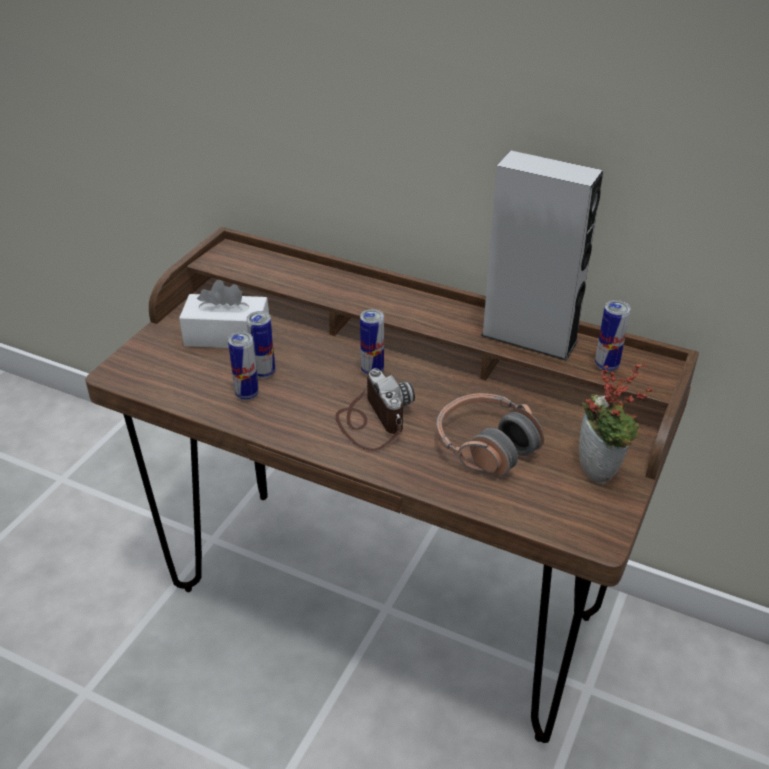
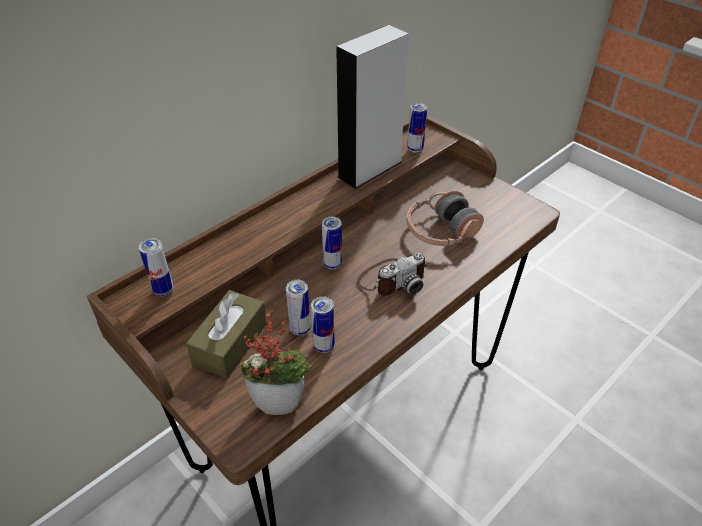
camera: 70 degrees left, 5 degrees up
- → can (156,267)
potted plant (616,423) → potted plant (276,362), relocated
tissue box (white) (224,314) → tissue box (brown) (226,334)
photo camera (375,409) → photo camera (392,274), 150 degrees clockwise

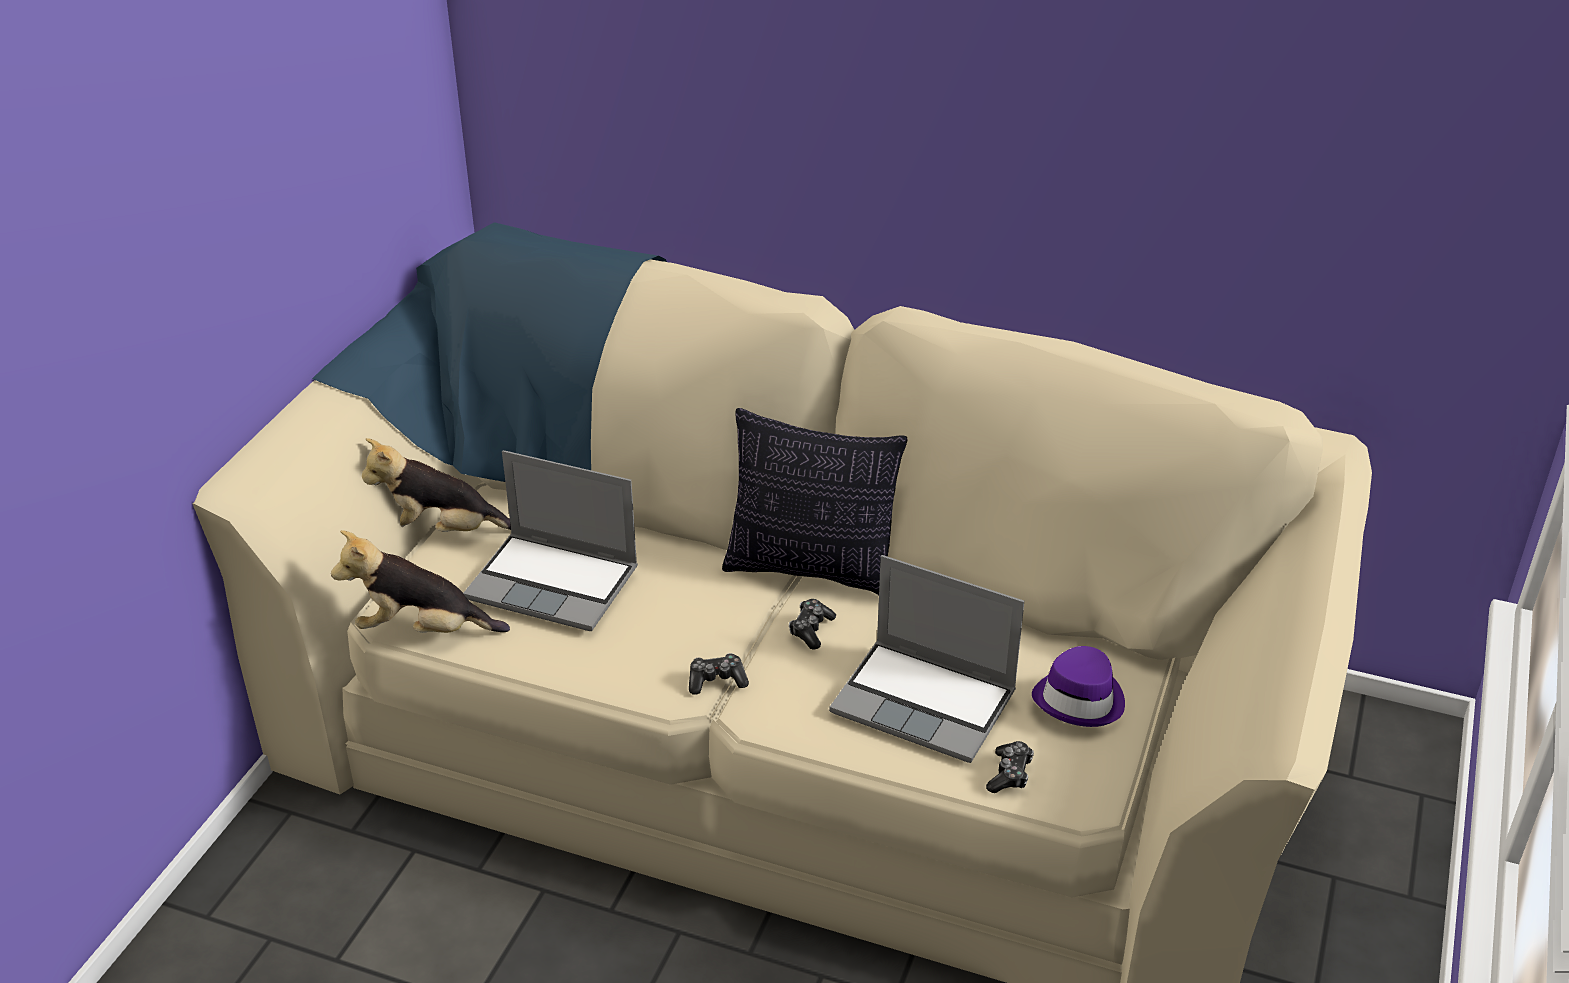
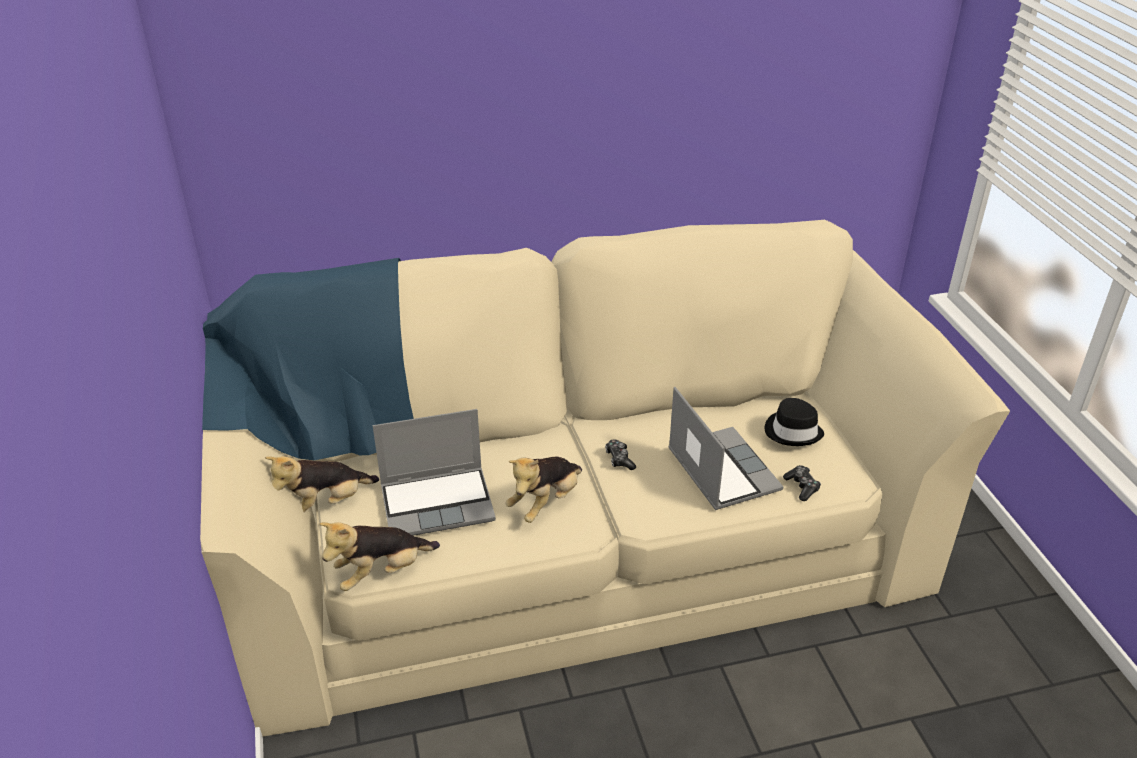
camera: 35 degrees left, 0 degrees up
game controller (719,673) → -
pillow (814,501) → -
- → plush toy (544,490)
hat (purple) (1078,686) → hat (black) (794,422)
laptop (926,659) → laptop (725,448), 105 degrees counterclockwise

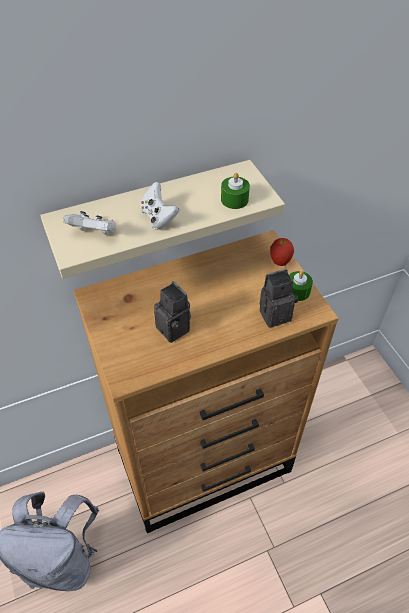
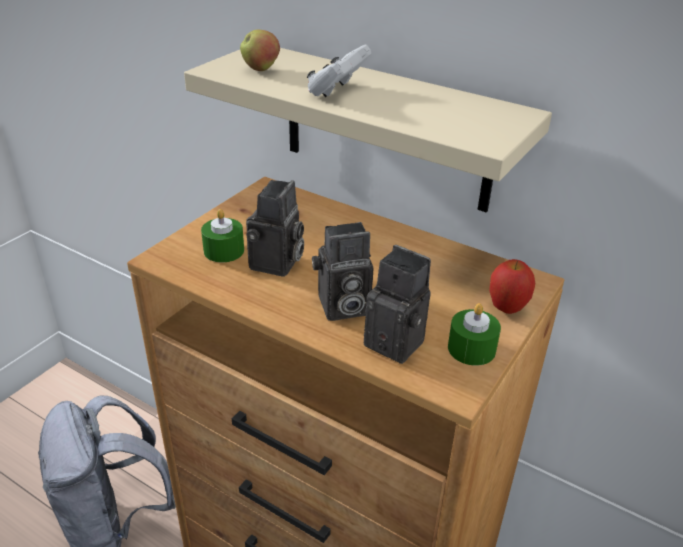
camera: 55 degrees right, 15 degrees down
- → photo camera (342,271)
candle (green) (235,190) → candle (green) (222,236), relocated
game controller (white) (90,223) → apple (260,50)

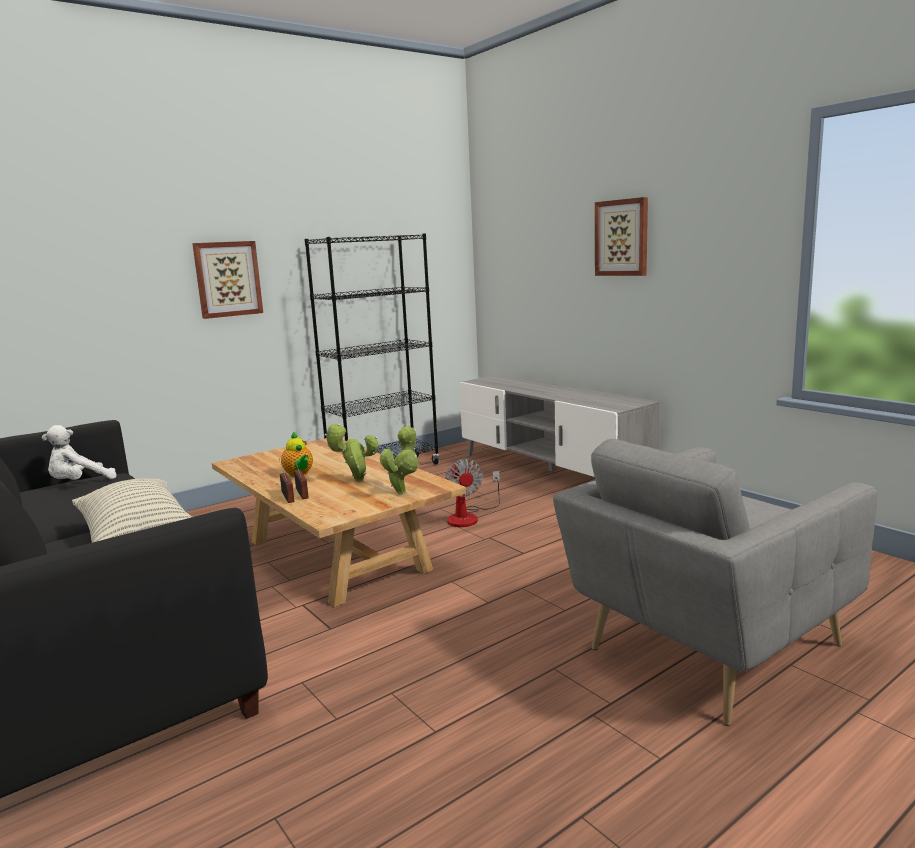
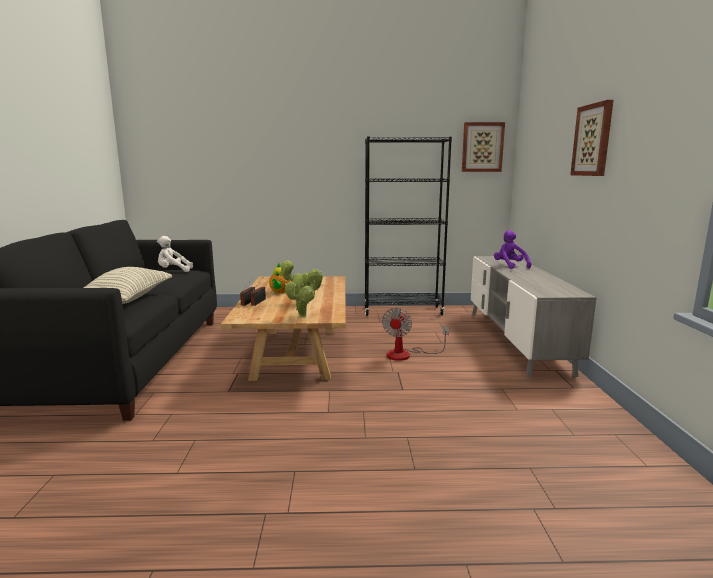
camera: 35 degrees right, 0 degrees up
armchair (grey) (715,582) → -
- → plush toy (purple) (512,249)
picture (227,280) → picture (483,147), relocated

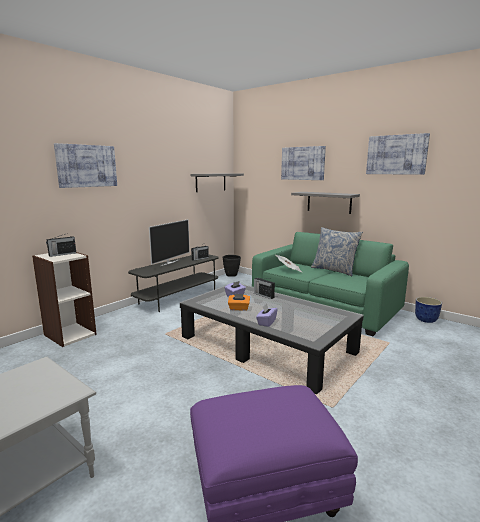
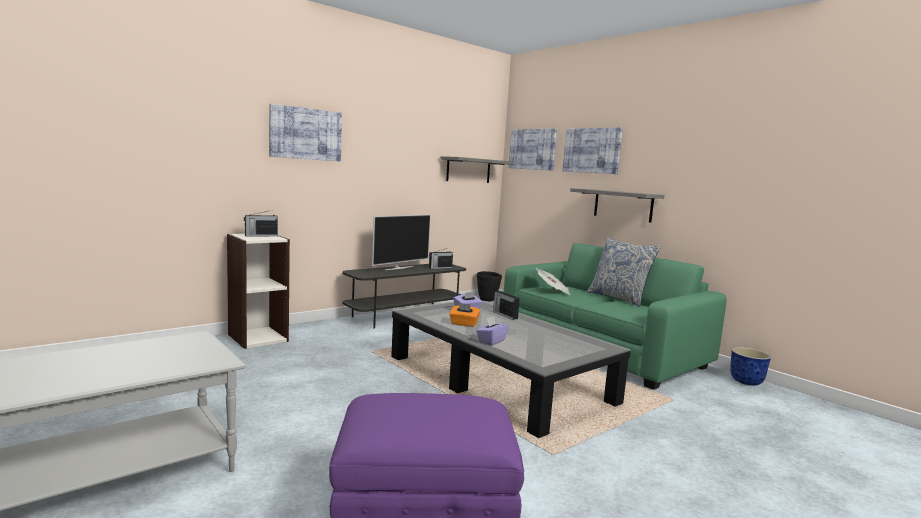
camera: 10 degrees right, 5 degrees down
picture (398,154) → picture (532,149), relocated

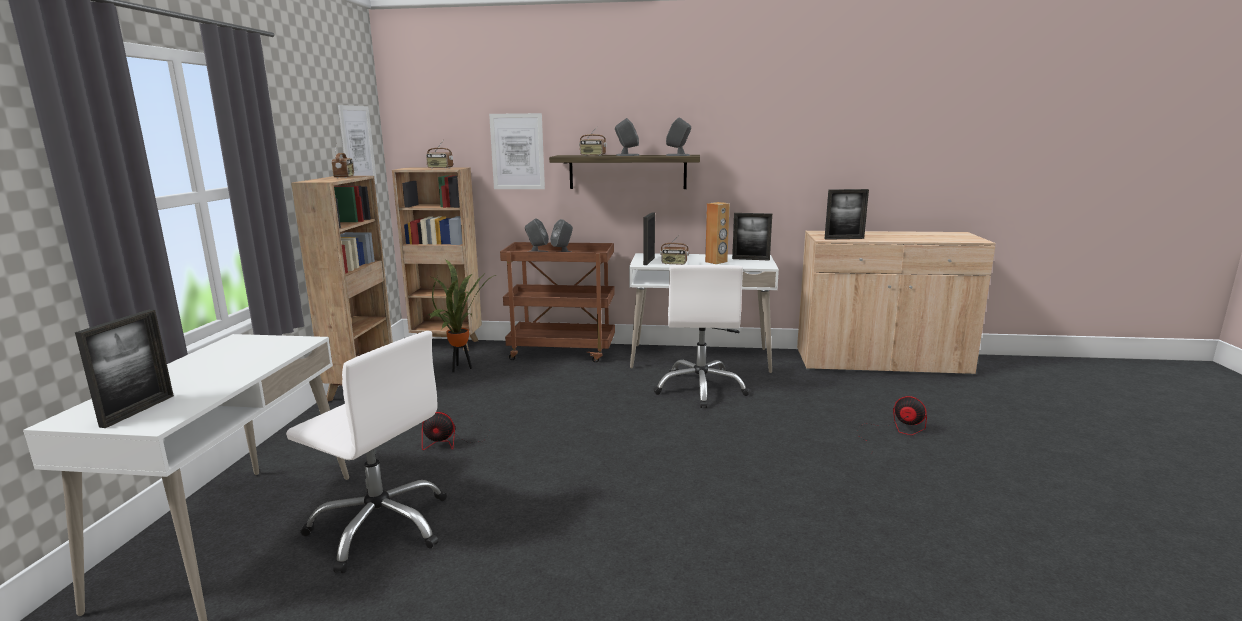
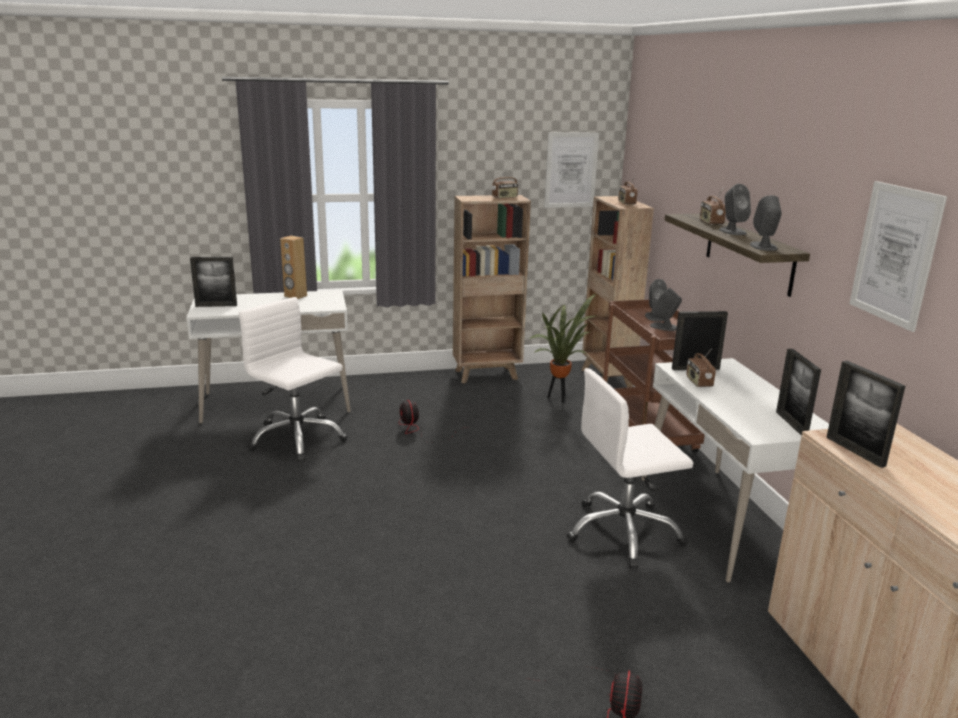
camera: 70 degrees right, 5 degrees up
picture (517,151) → picture (898,256), relocated
speaker (brown) (717,233) → speaker (brown) (293,267), relocated
office chair (white) (366,452) → office chair (white) (293,379), 120 degrees clockwise

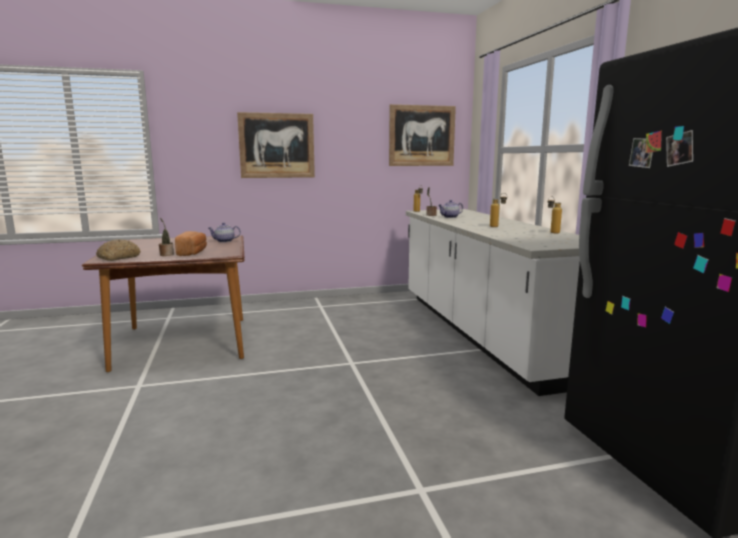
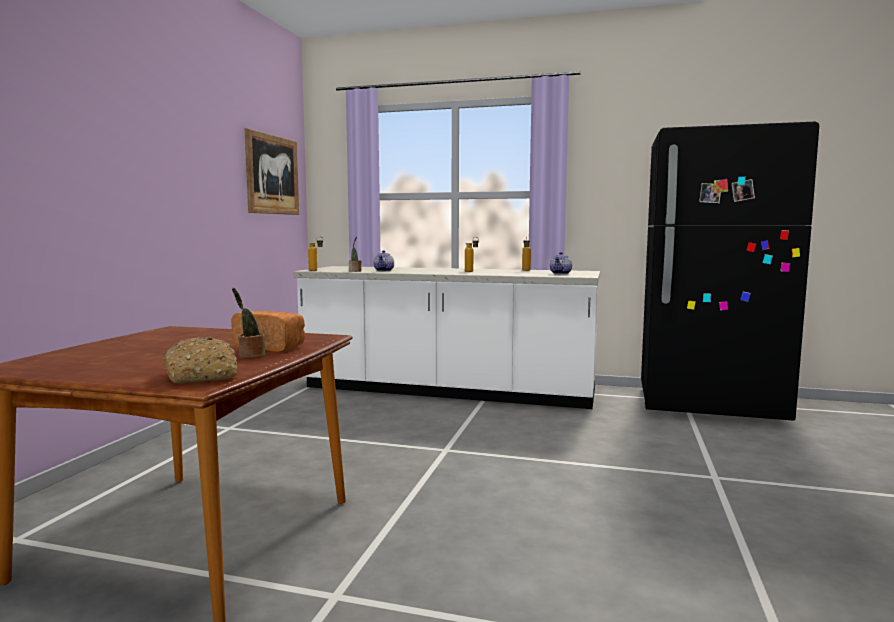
camera: 60 degrees left, 5 degrees down
picture (276,145) → -
teapot (225,233) → teapot (561,263), relocated

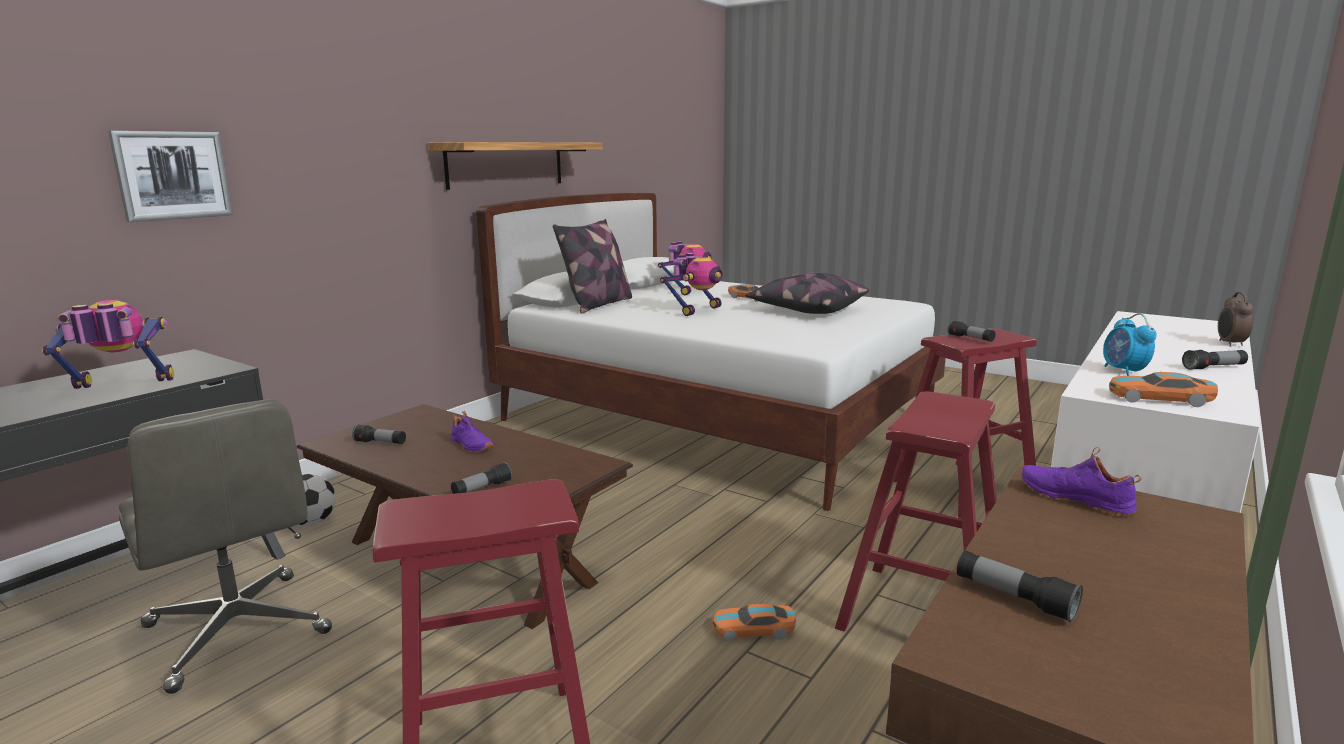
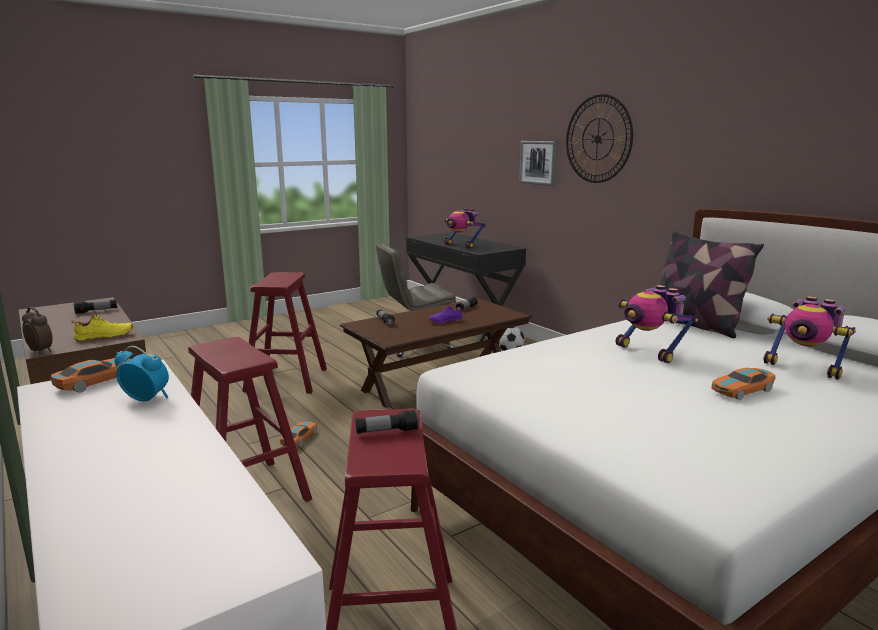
camera: 110 degrees right, 0 degrees up
shelf (515,166) → -
pillow (807,293) → -
flashlight (1215,360) → -
- → wall clock (599,138)
alarm clock (1236,319) → alarm clock (37,330), relocated
shoe (purple) (1081,481) → shoe (yellow) (102,325)
toy robot (108,344) → toy robot (465,229), 135 degrees clockwise

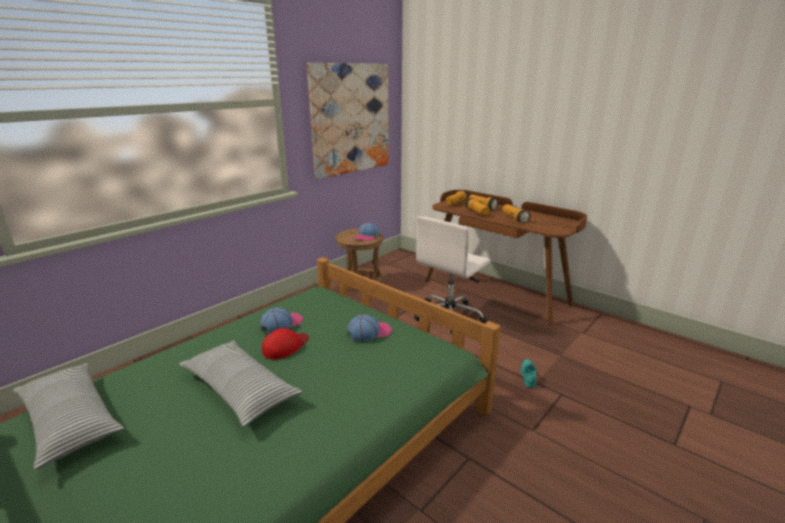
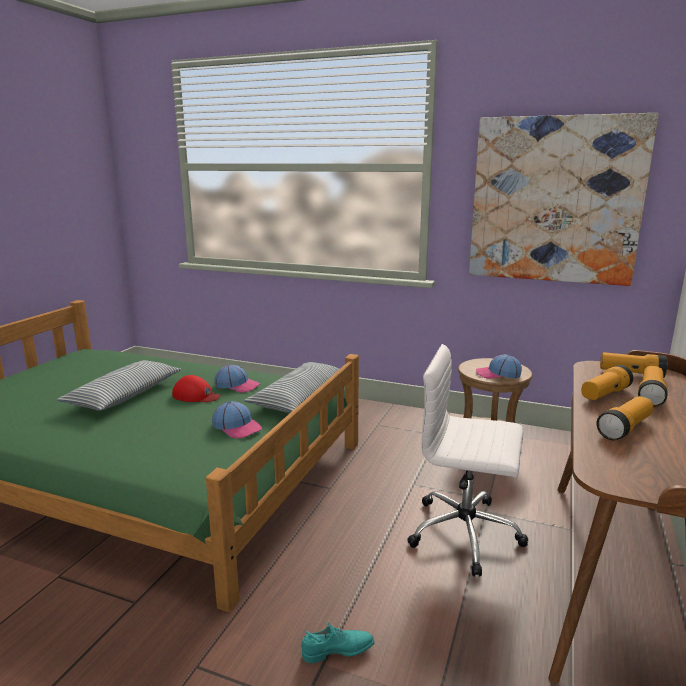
camera: 70 degrees right, 5 degrees down
pillow (68,416) → pillow (291,387), relocated

